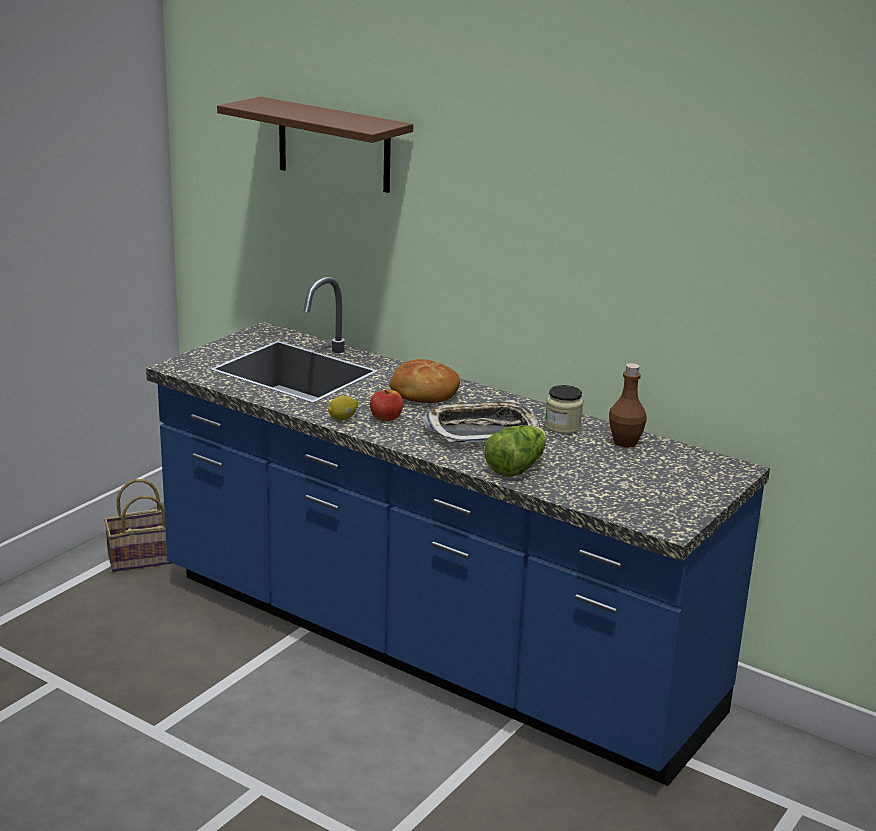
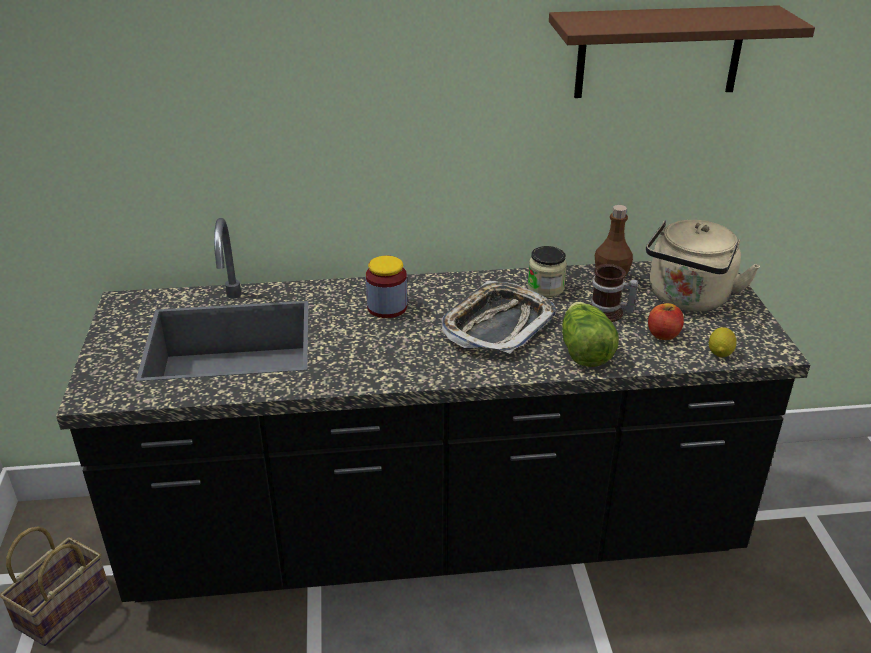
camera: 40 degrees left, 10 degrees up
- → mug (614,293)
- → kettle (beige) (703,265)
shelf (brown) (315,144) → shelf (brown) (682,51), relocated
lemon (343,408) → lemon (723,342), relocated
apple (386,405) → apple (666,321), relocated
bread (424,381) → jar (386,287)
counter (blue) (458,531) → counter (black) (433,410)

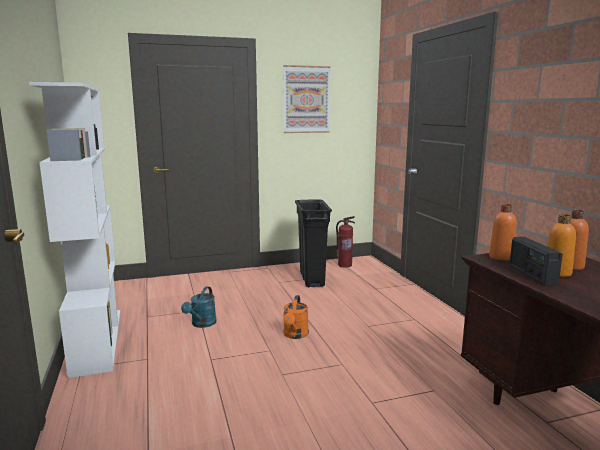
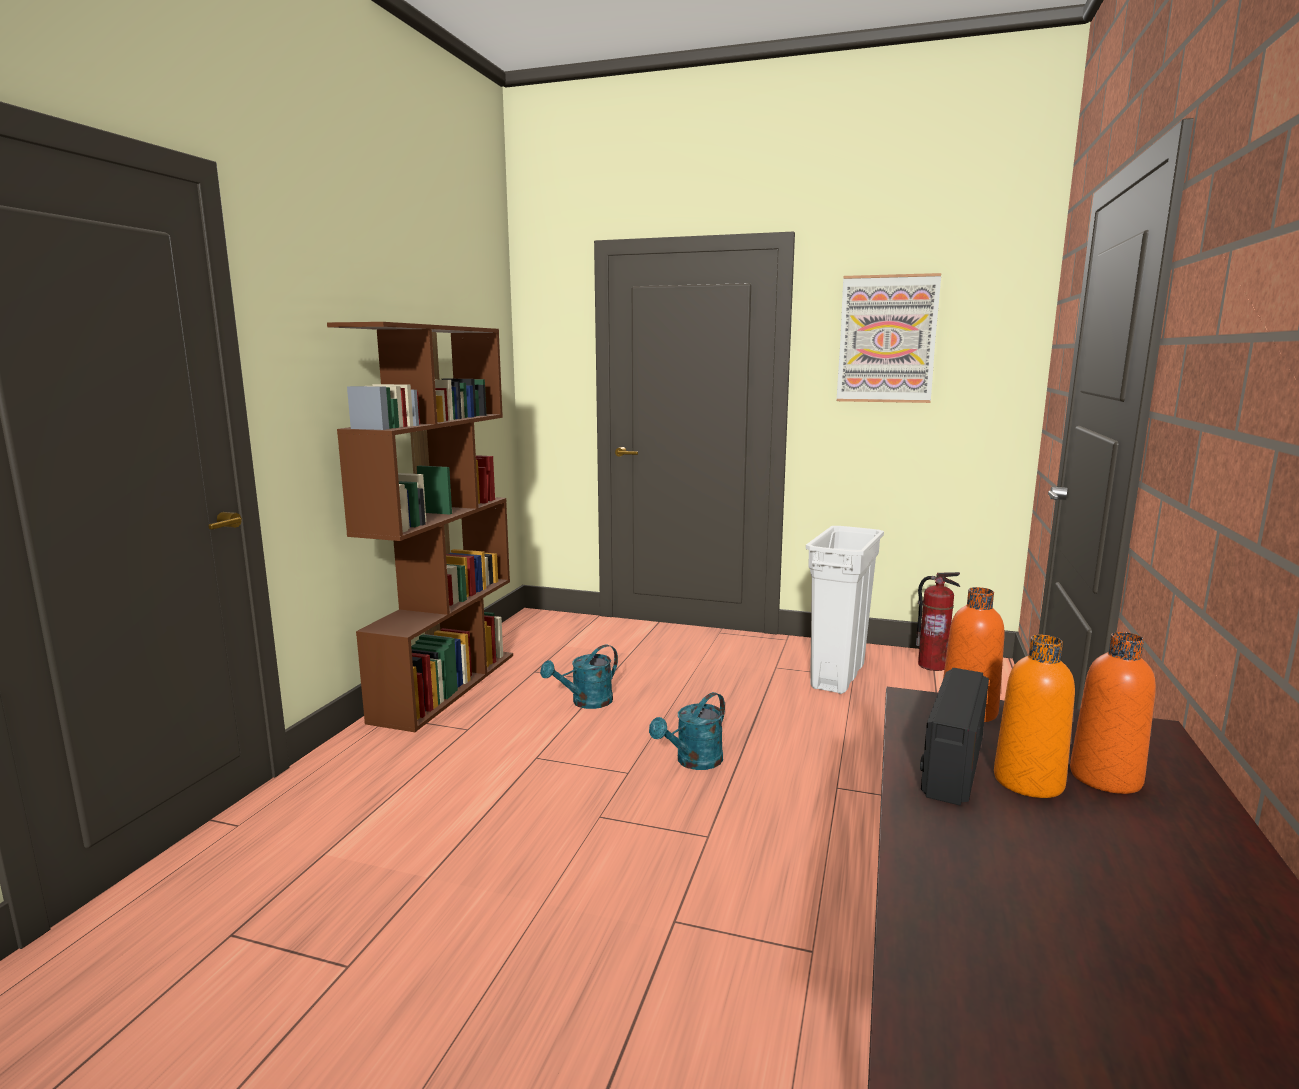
camera: 35 degrees right, 0 degrees up
bookcase (white) (74,230) → bookcase (brown) (420,527)
watering can (orange) (296,317) → watering can (turquoise) (687,731)
trash can (black) (313,243) → trash can (white) (845,610)

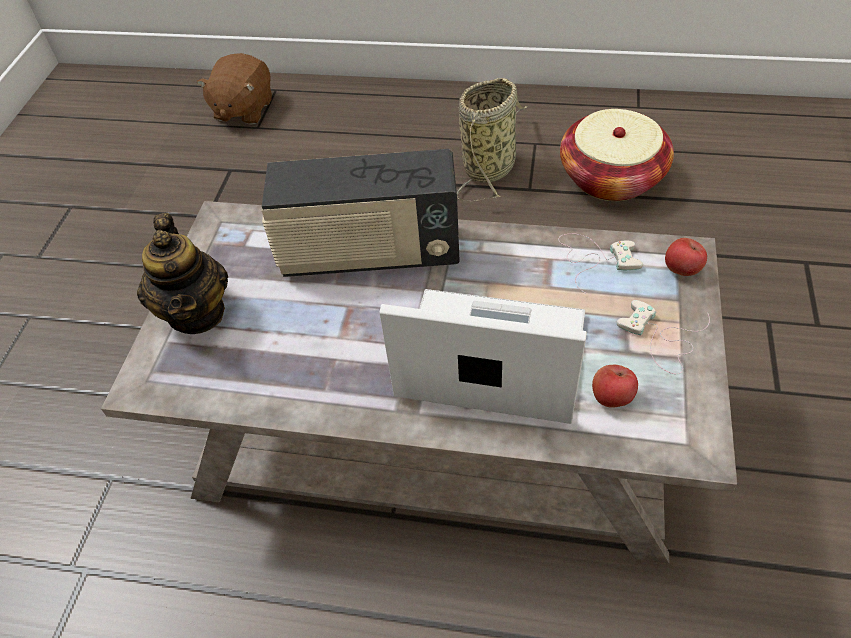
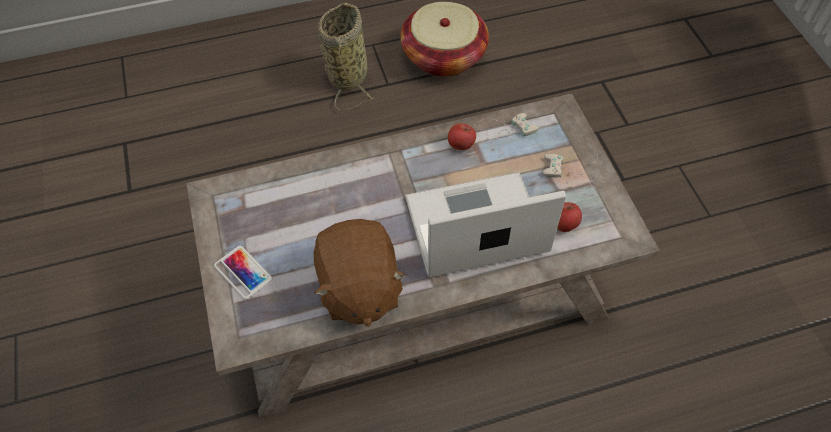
camera: 30 degrees left, 5 degrees up
radio (361,213) → -
plush toy (brown) (234,89) → plush toy (brown) (360,273), relocated
apple (686,257) → apple (462,136), relocated
teapot (182,273) → phone (243,273)

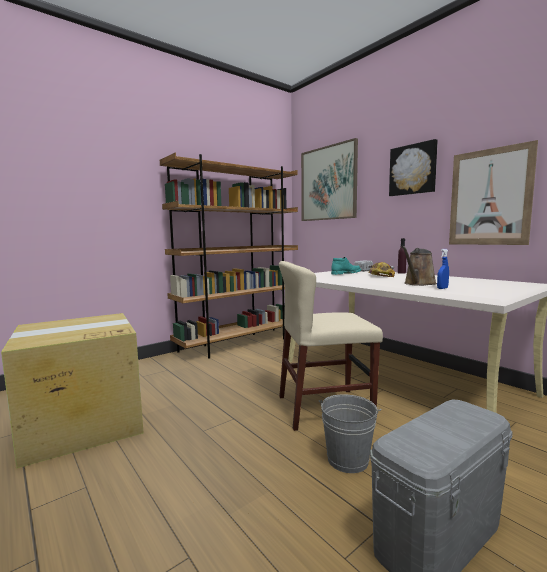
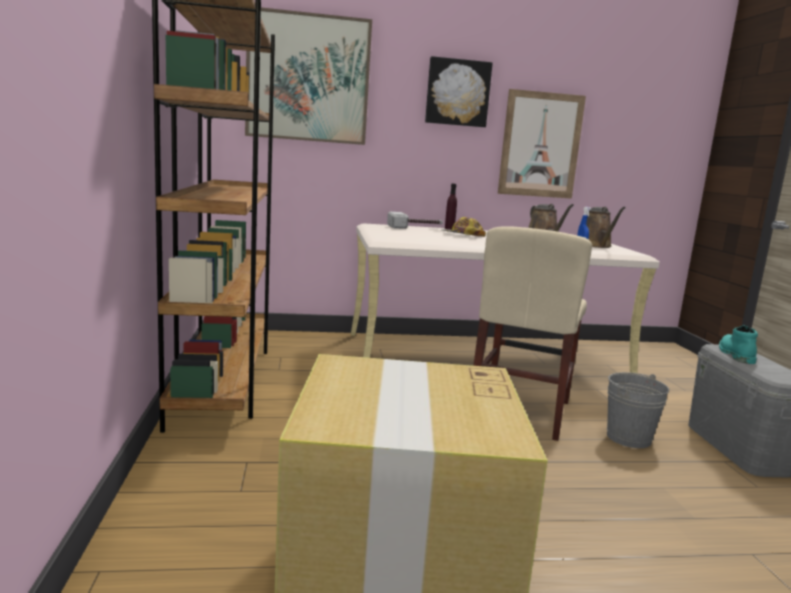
camera: 60 degrees left, 5 degrees up
- → watering can (brown) (606,227)
boot (turquoise) (346,266) → boot (turquoise) (738,344), relocated

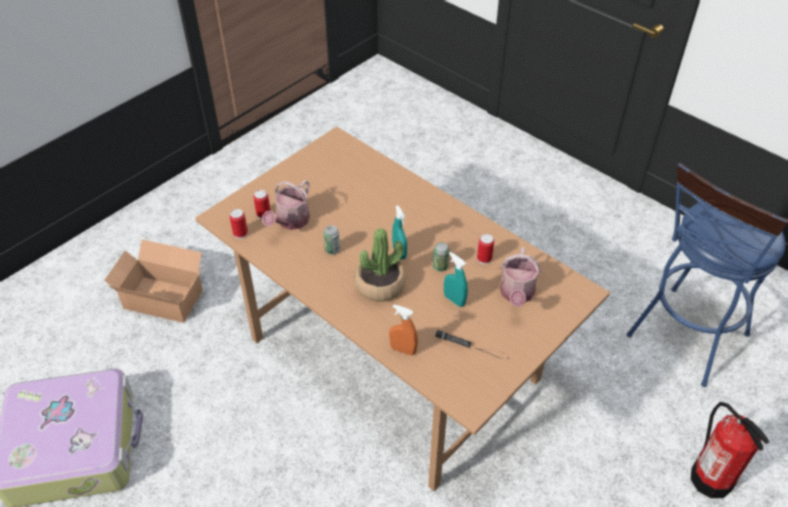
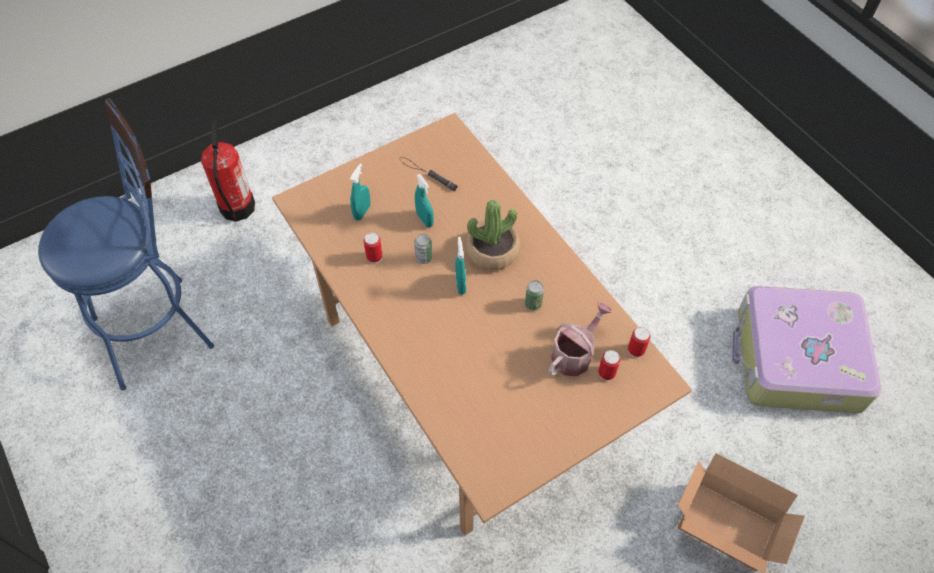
camera: 165 degrees left, 10 degrees up
spray bottle (orange) (403,329) → -
watering can (520,277) → spray bottle (turquoise) (360,192)

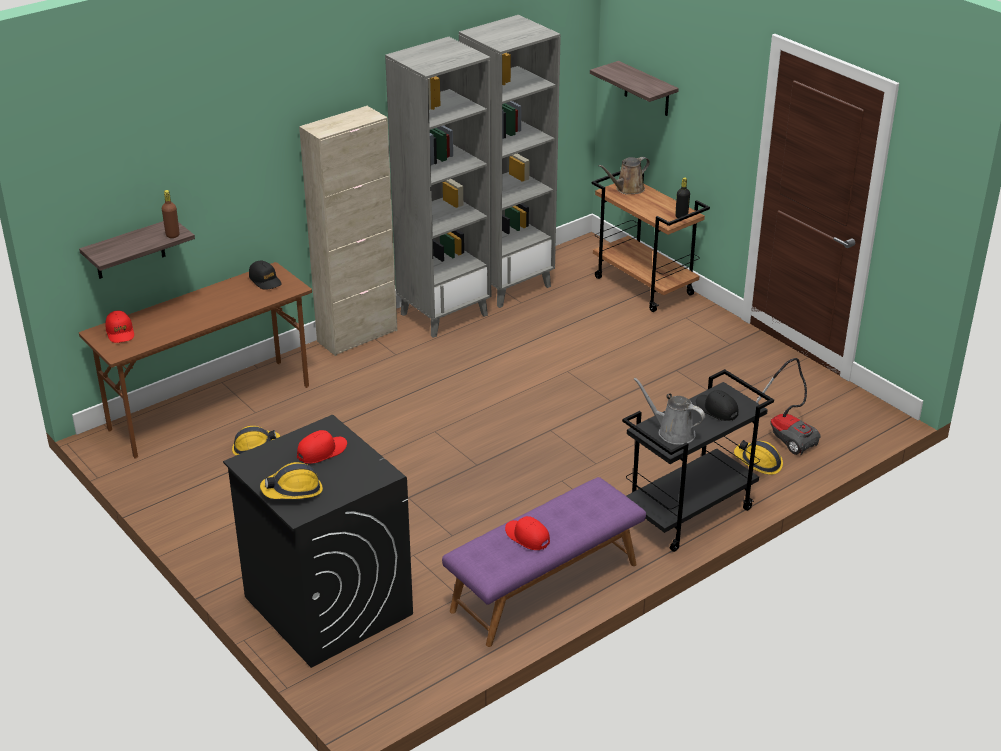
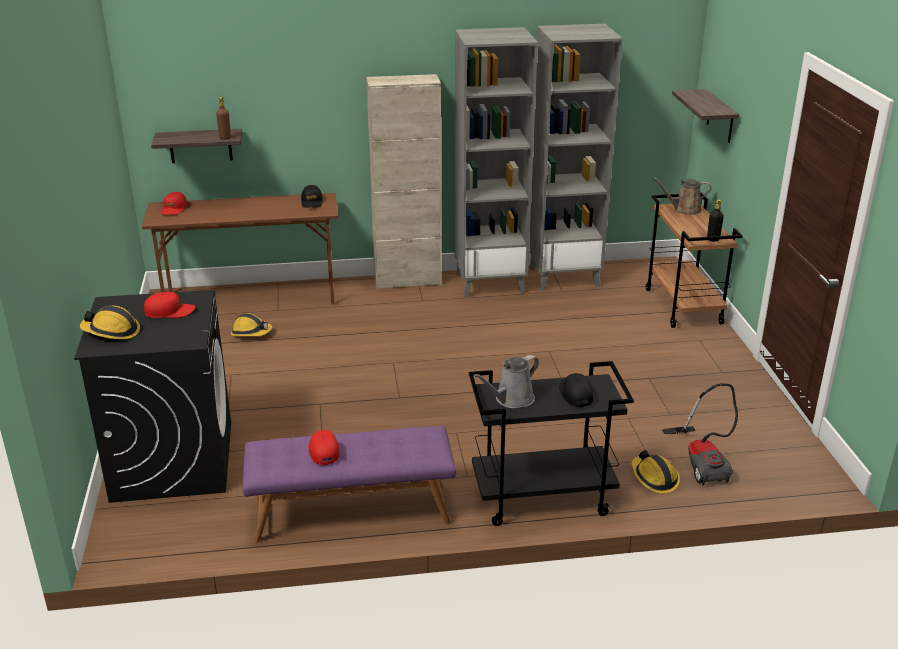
camera: 30 degrees right, 5 degrees down
watering can (grey) (669,411) → watering can (grey) (506,381), 105 degrees counterclockwise

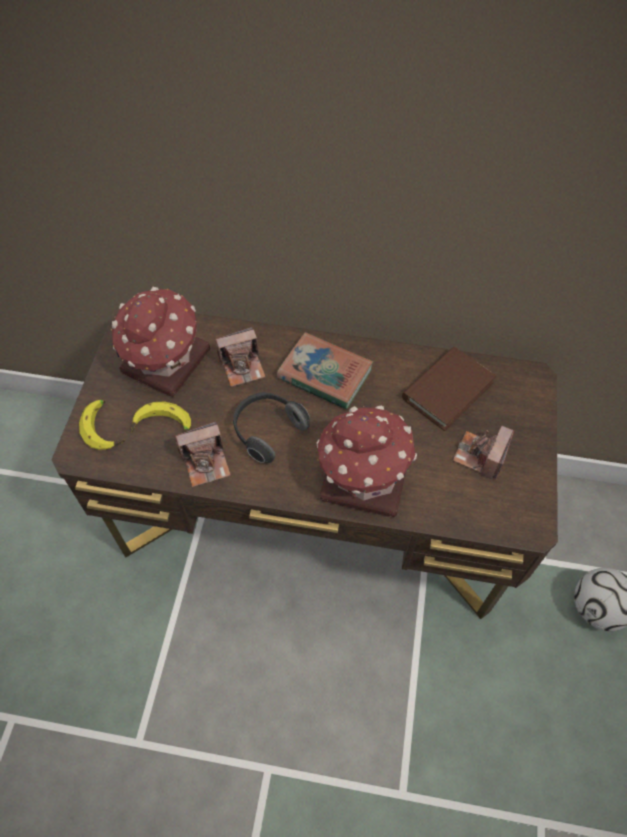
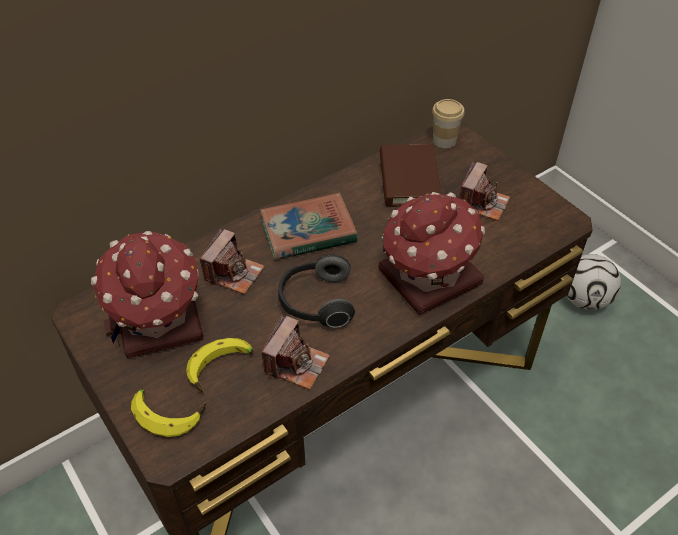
camera: 45 degrees left, 10 degrees down
- → cup (448,123)
photo camera (483,453) → photo camera (484,191), 135 degrees counterclockwise

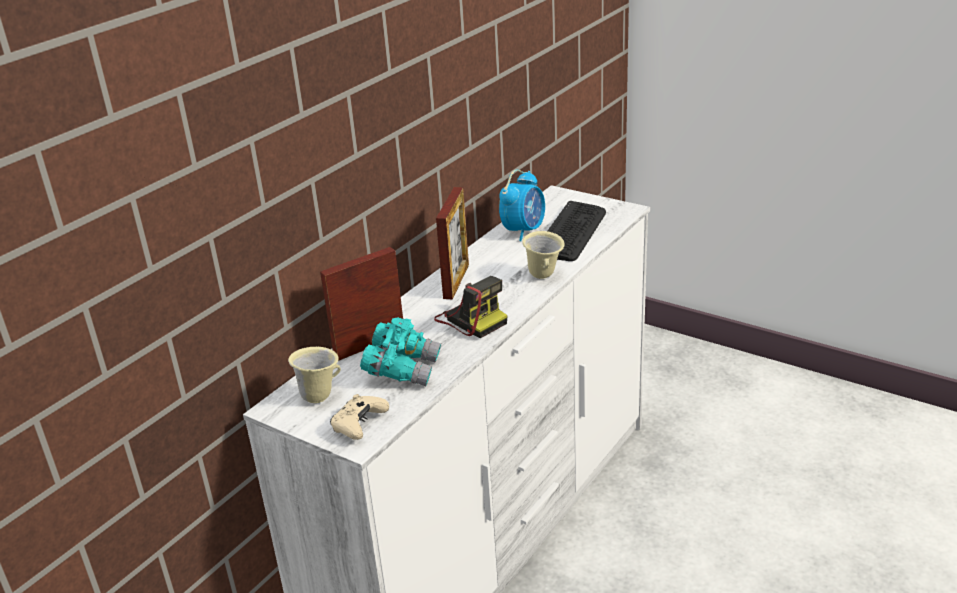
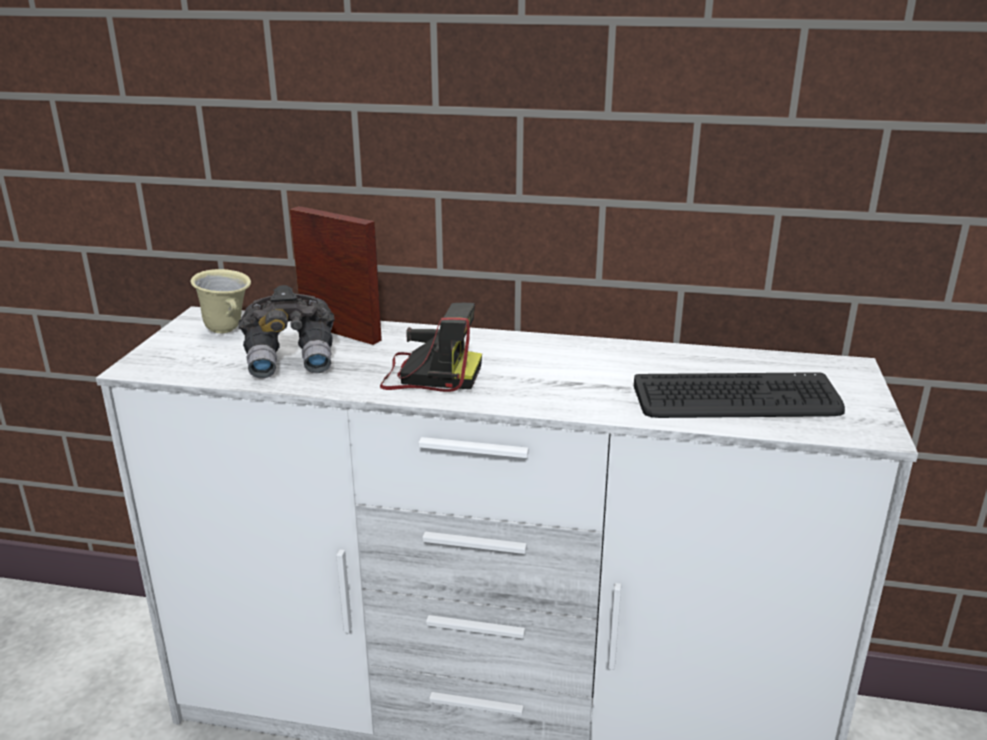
camera: 65 degrees right, 5 degrees down
game controller (beige) (359,417) → -
picture frame (452,243) → -
alarm clock (522,205) → -
mug (beige) (543,255) → -
binoculars (turquoise) (400,351) → binoculars (grey) (286,332)
photo camera (470,307) → photo camera (431,347), 105 degrees counterclockwise

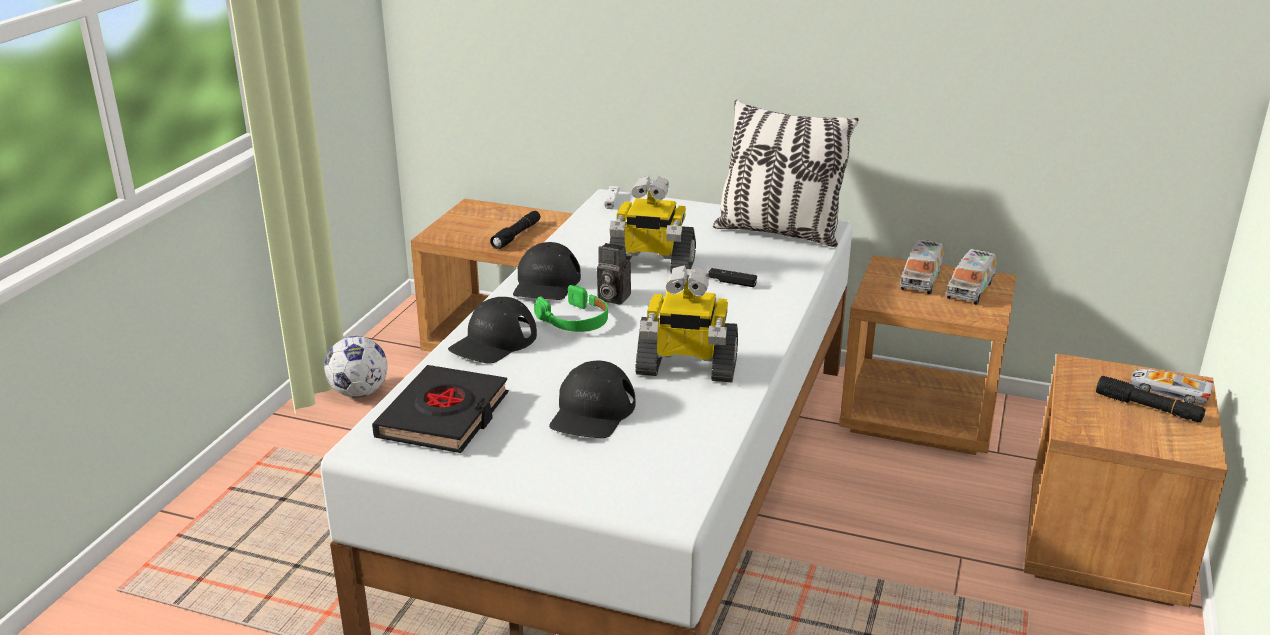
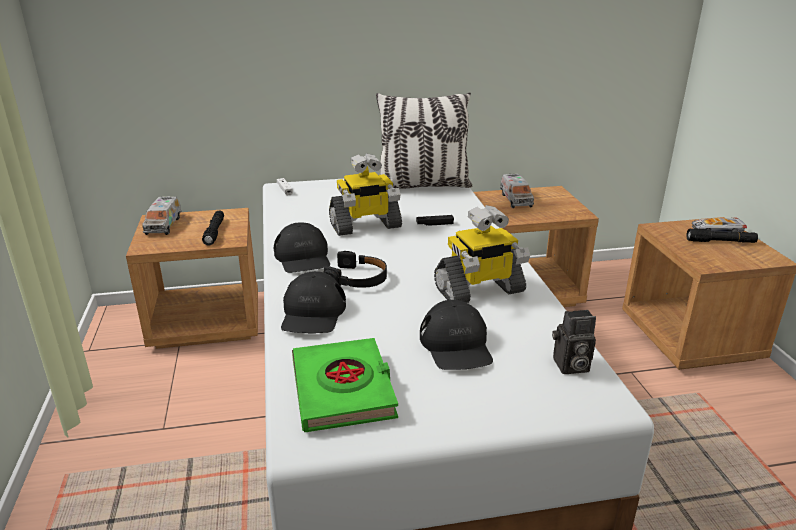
camera: 30 degrees left, 0 degrees up
football (356,367) → -
photo camera (614,274) → photo camera (574,342), relocated
toy truck (971,277) → toy truck (162,215), relocated
book (black) (440,409) → book (green) (345,385)
headphones (green) (571,308) → headphones (black) (355,269)

